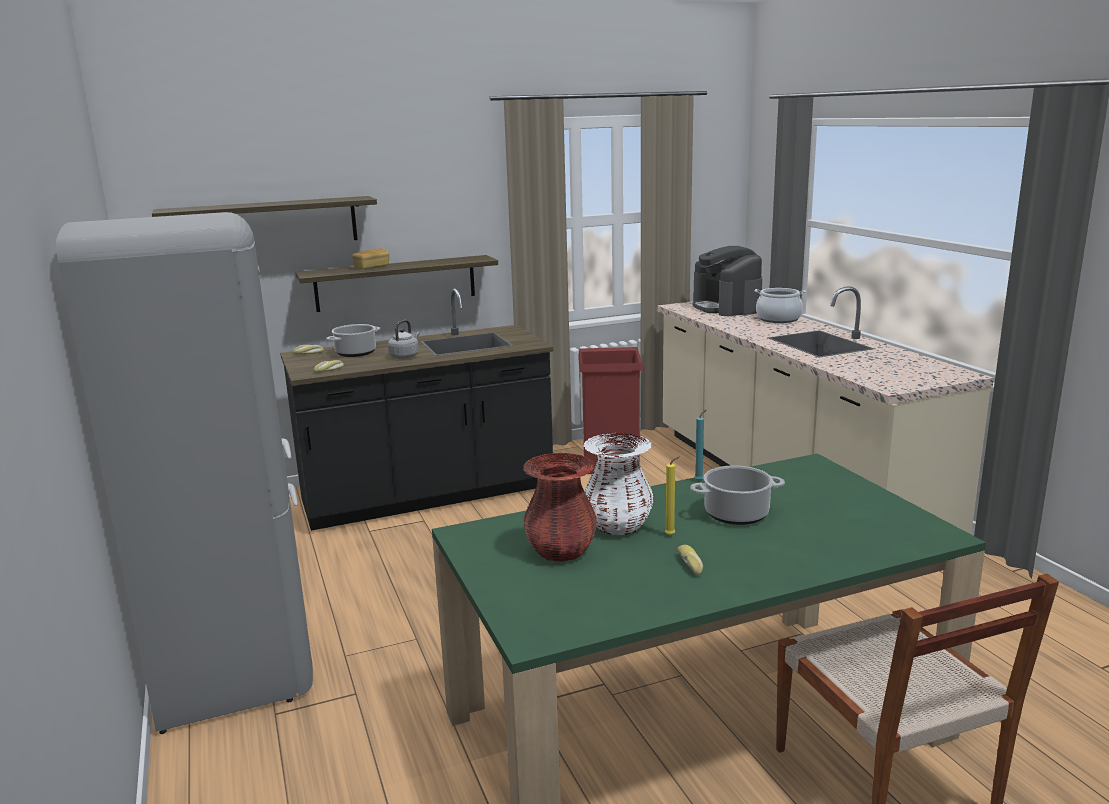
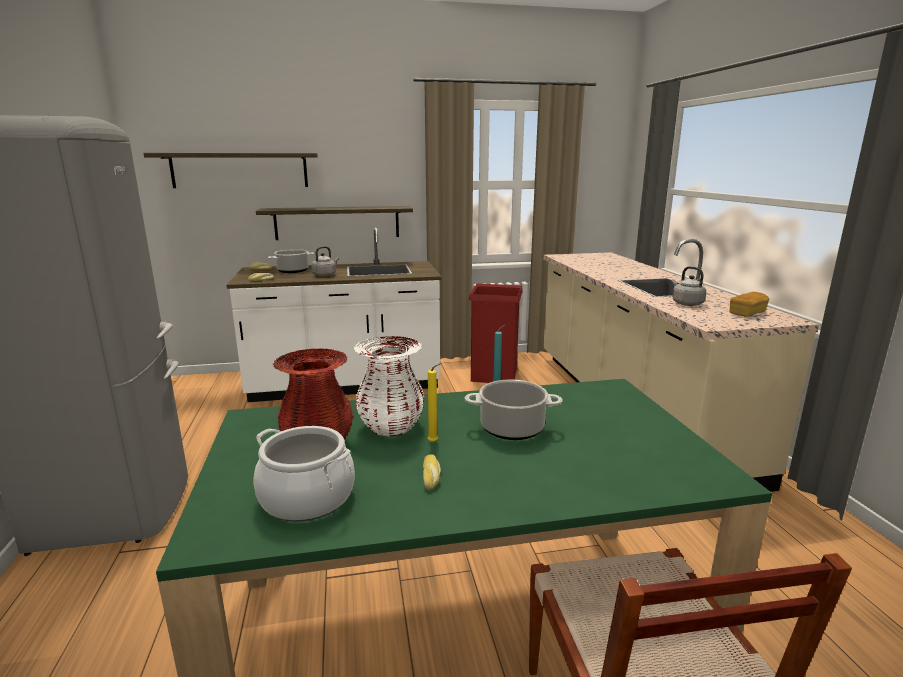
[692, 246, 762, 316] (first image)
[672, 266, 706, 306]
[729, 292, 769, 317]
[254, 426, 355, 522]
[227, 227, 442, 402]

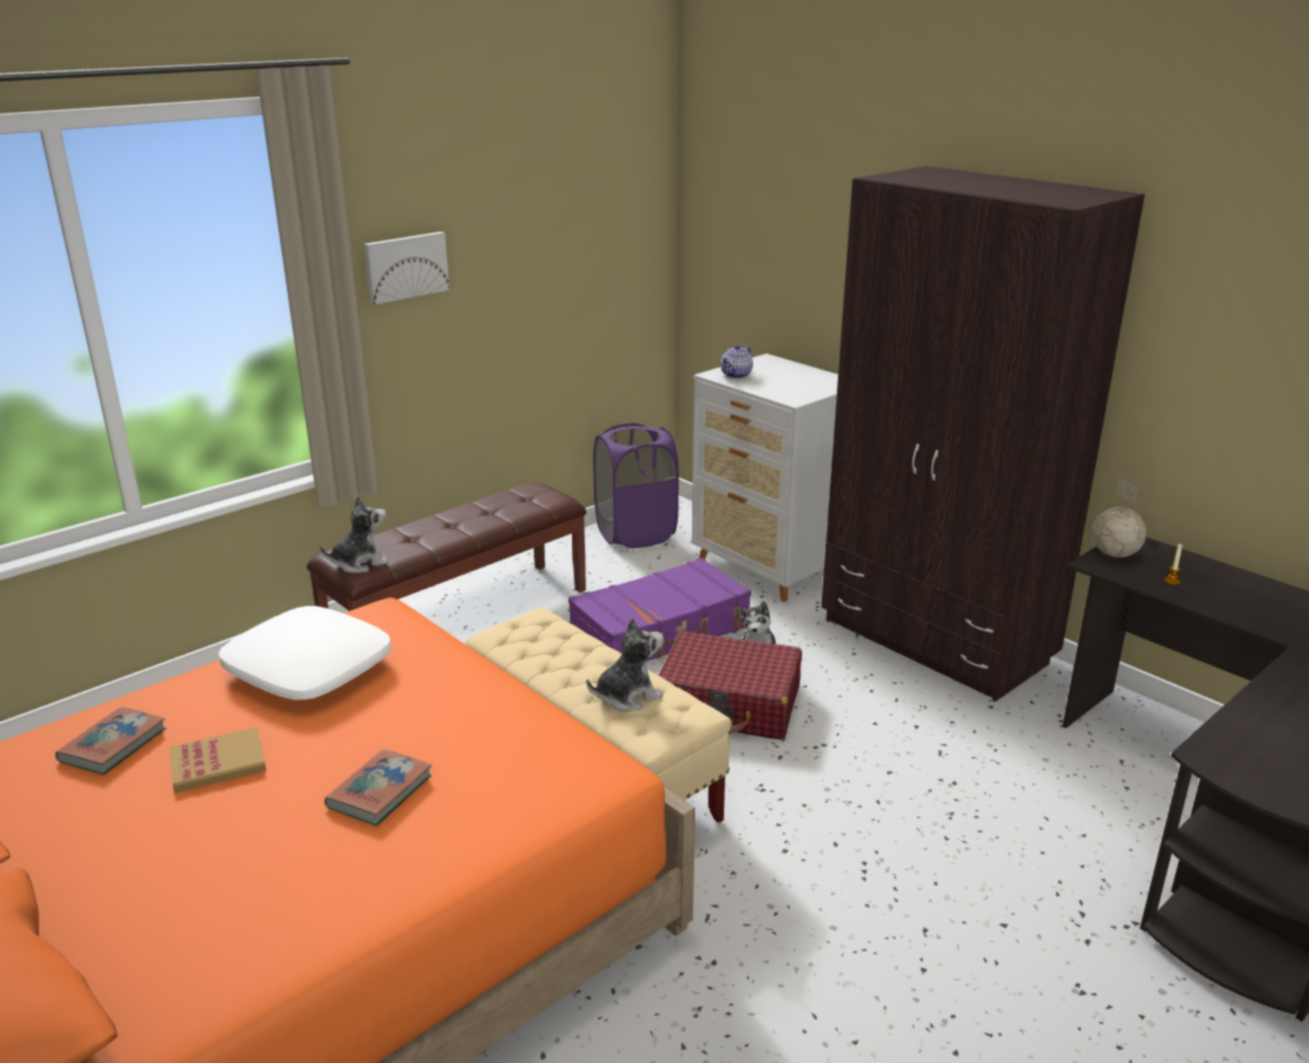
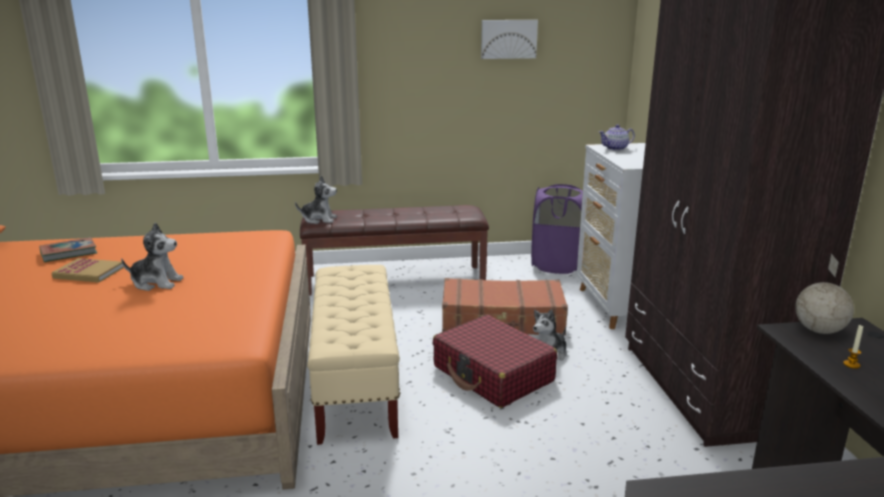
[219, 606, 391, 700] (first image)
[324, 749, 432, 826] (first image)
[481, 20, 538, 59]
[121, 222, 184, 291]
[442, 278, 568, 335]

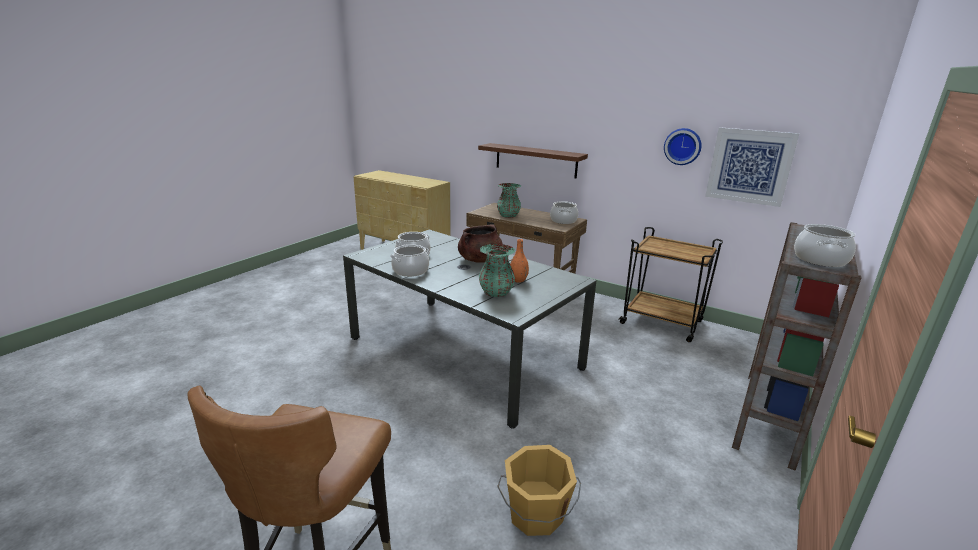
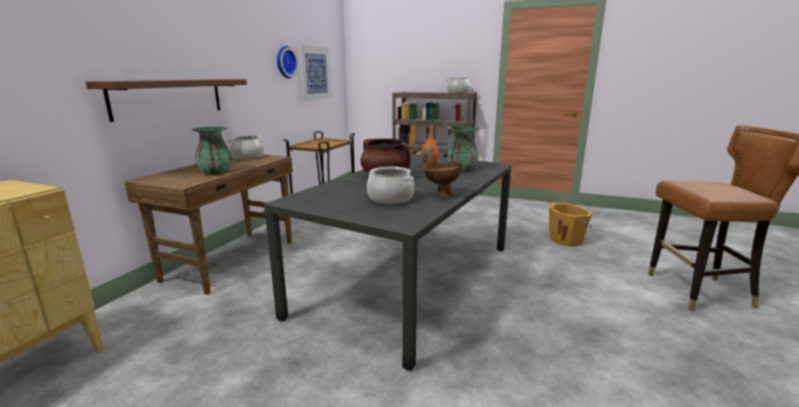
[422, 162, 463, 197]

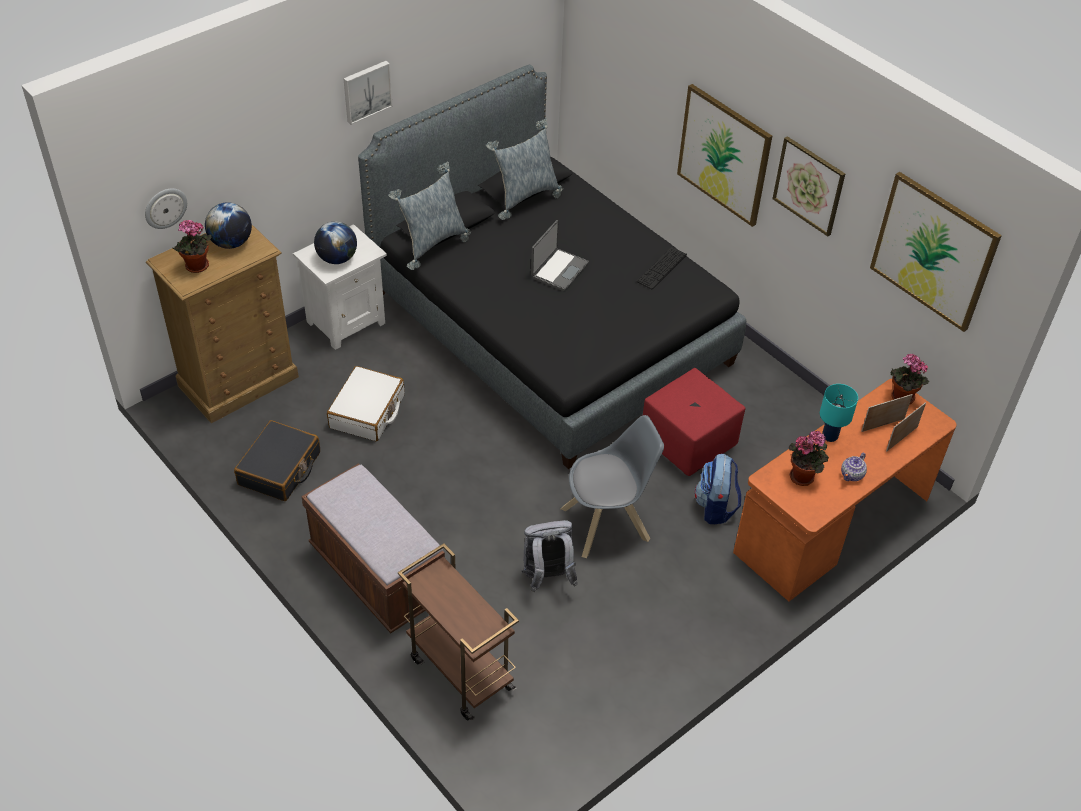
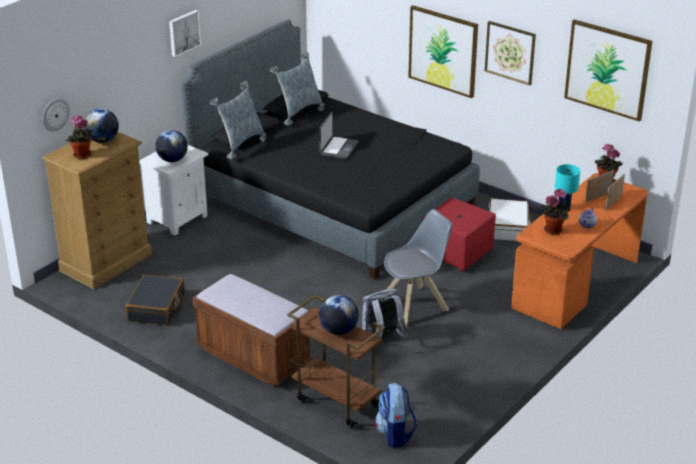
[319, 295, 359, 335]
[489, 199, 531, 241]
[375, 383, 417, 448]

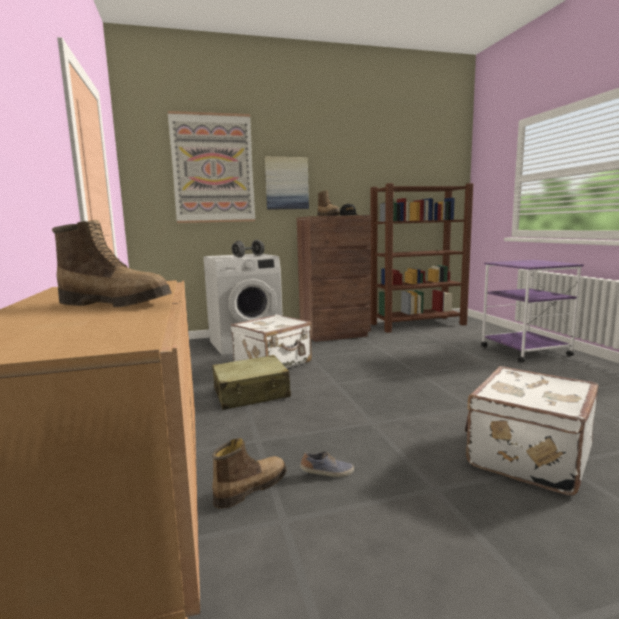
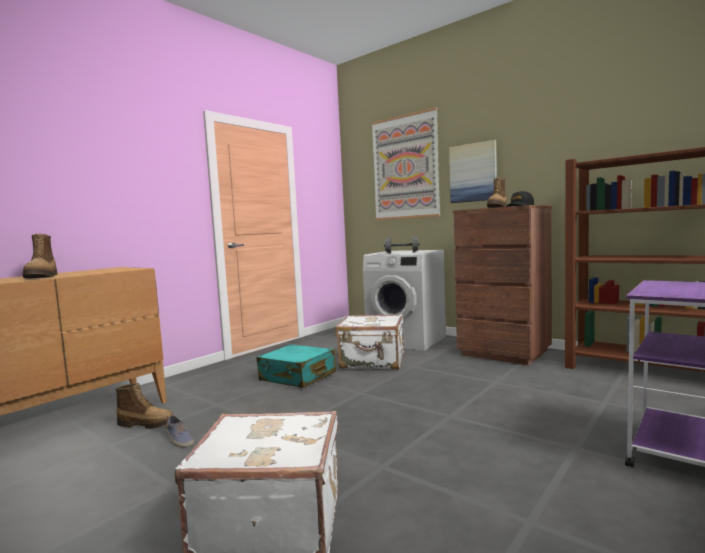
[257, 344, 336, 388]

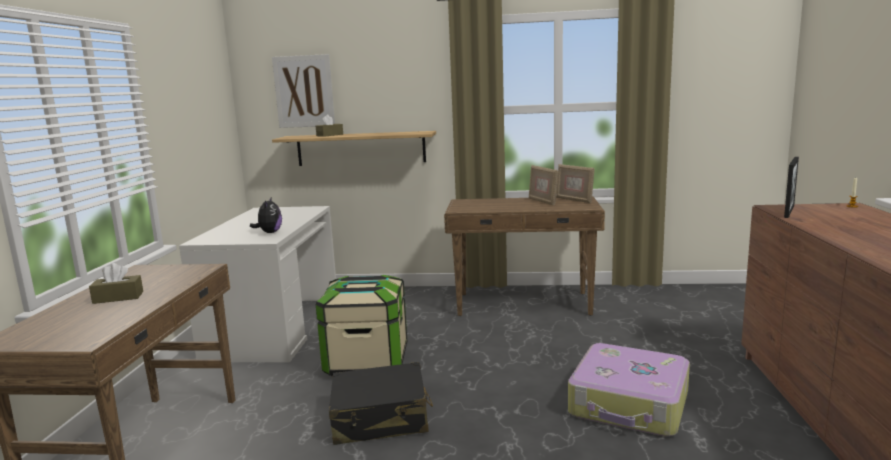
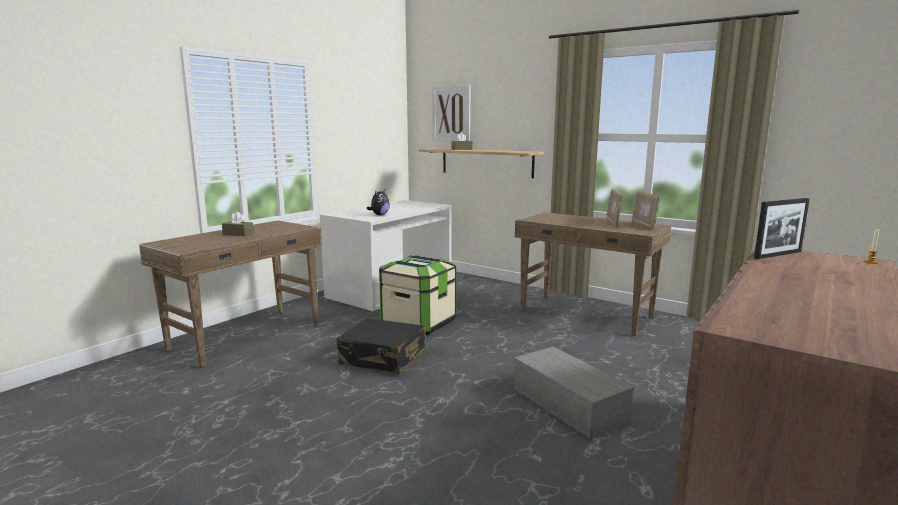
[514, 347, 634, 439]

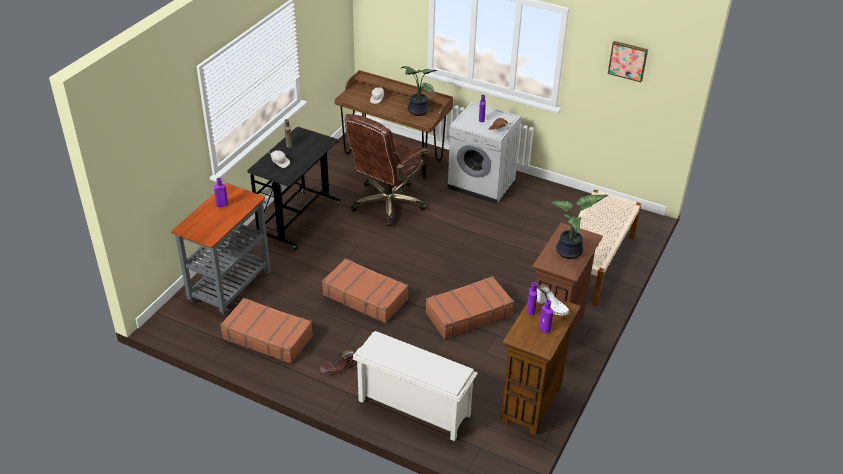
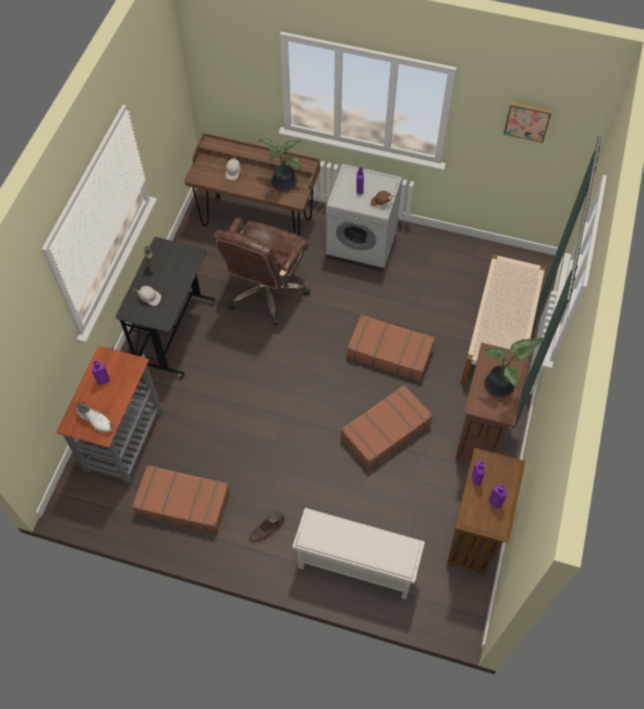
[347, 314, 435, 382]
[76, 402, 112, 433]

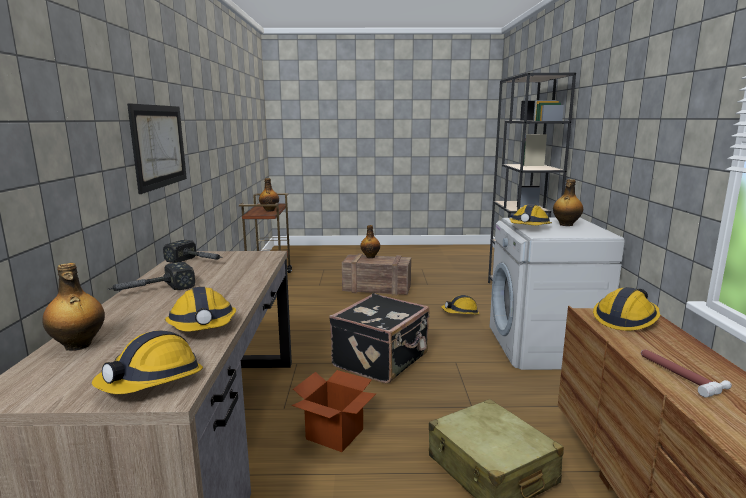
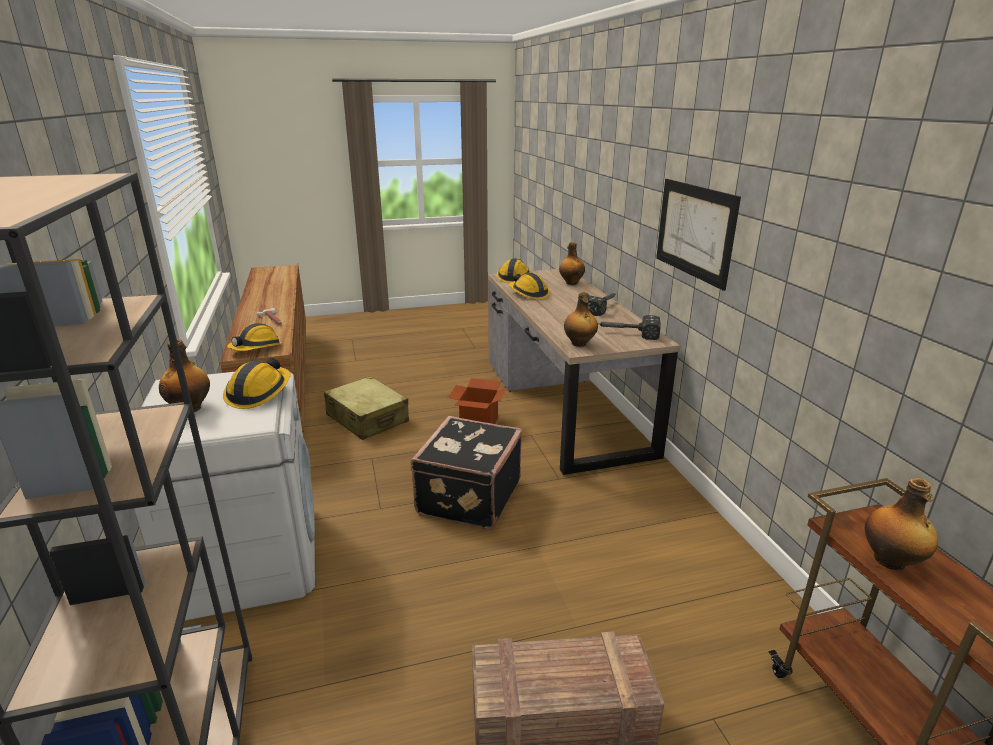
[441, 295, 479, 314] (first image)
[564, 292, 598, 347]

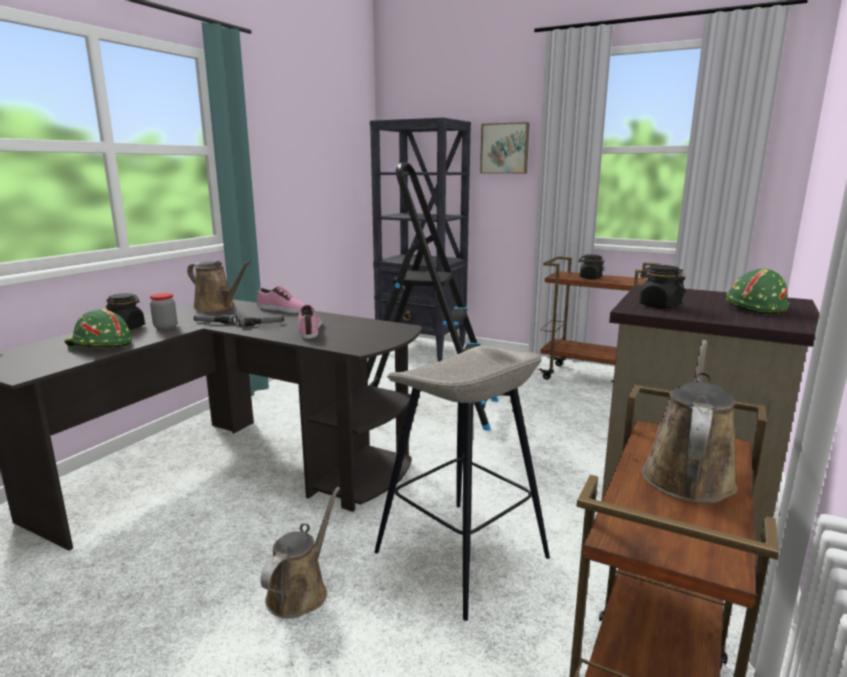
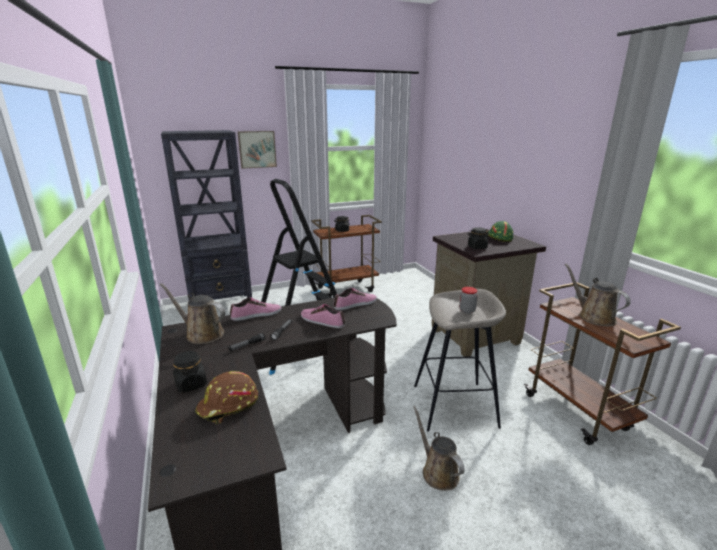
[334, 288, 377, 310]
[459, 287, 478, 314]
[196, 371, 258, 424]
[160, 283, 225, 344]

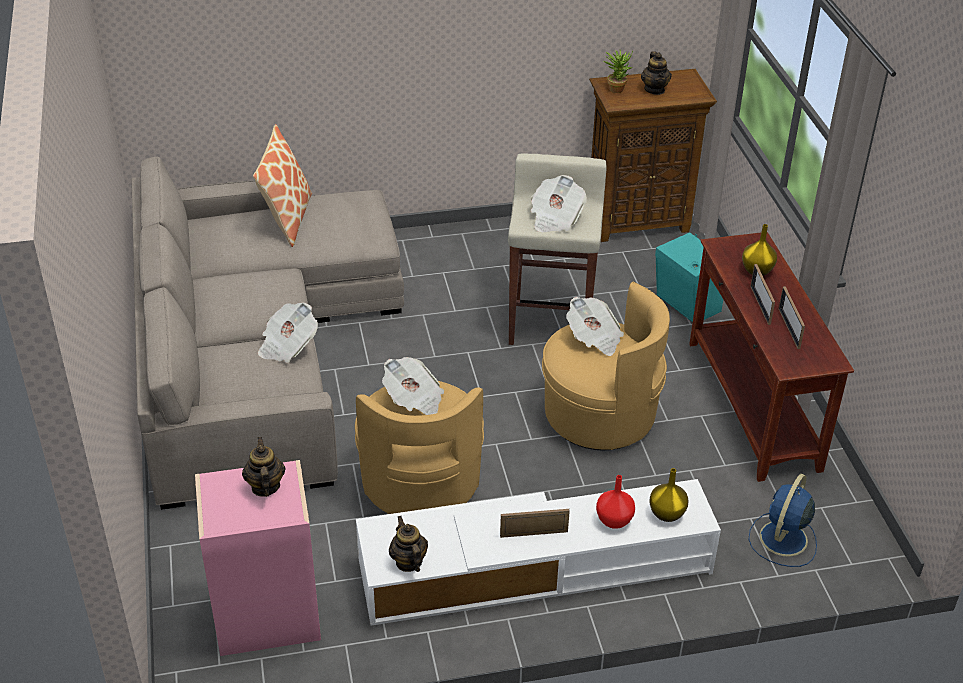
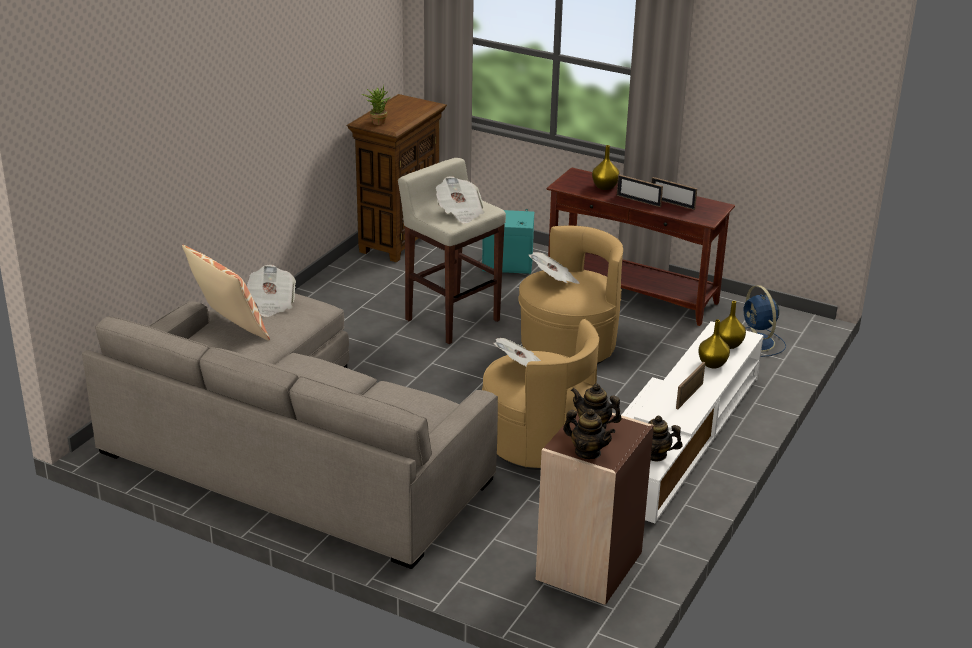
[247, 265, 296, 317]
[563, 409, 615, 459]
[536, 411, 654, 605]
[698, 319, 730, 368]

